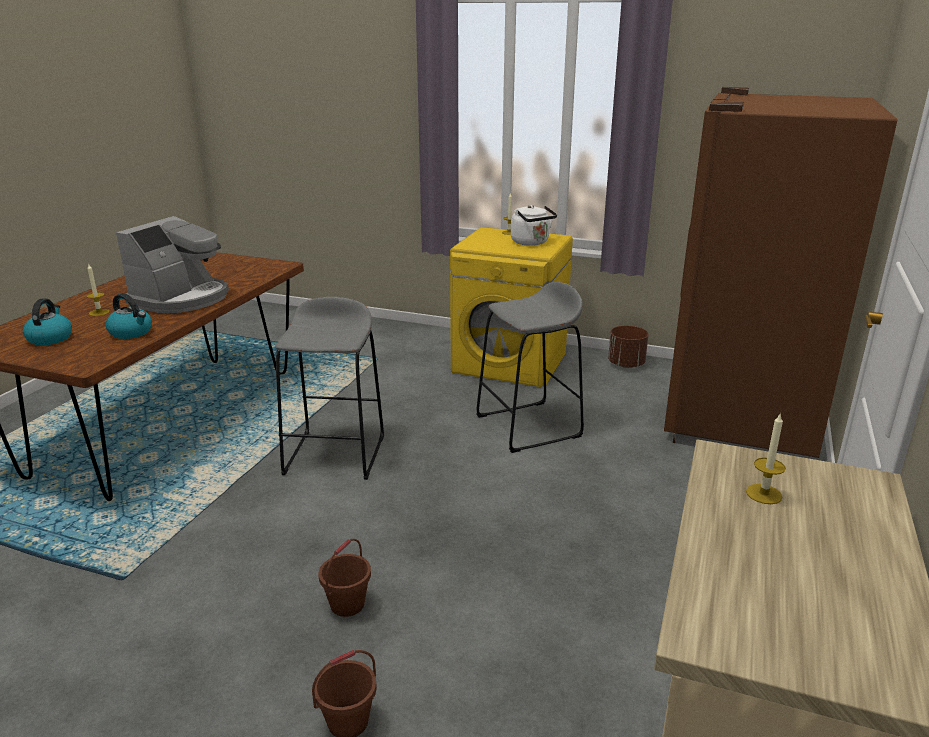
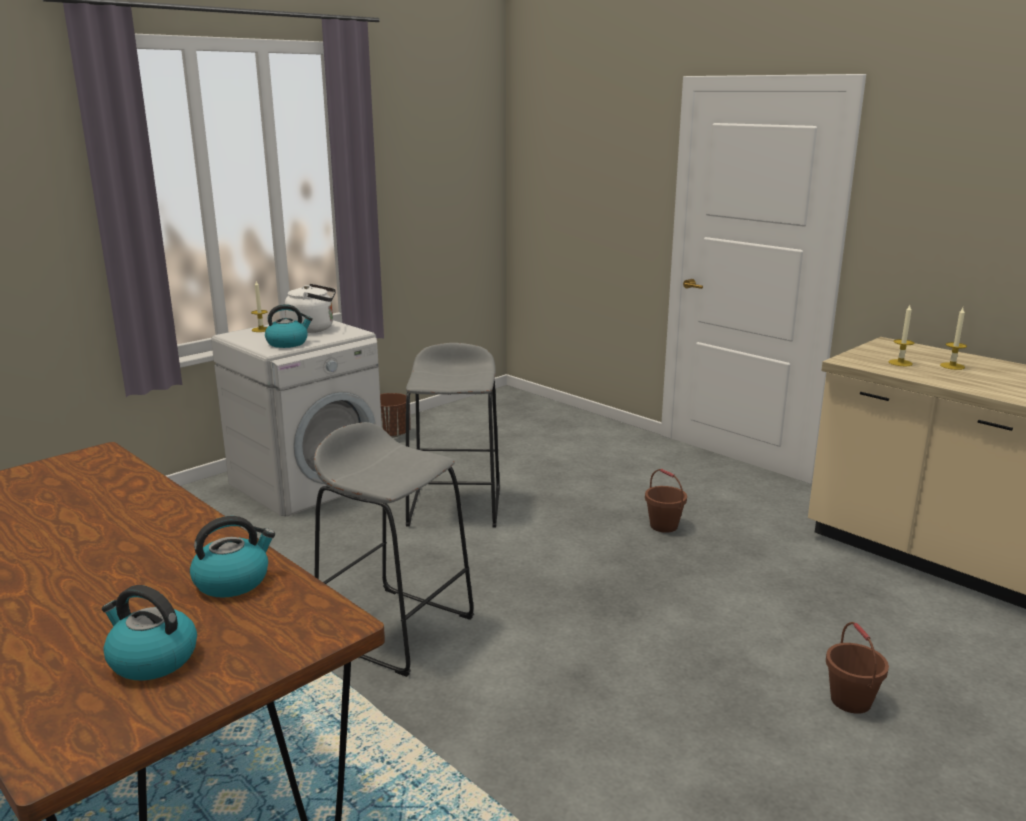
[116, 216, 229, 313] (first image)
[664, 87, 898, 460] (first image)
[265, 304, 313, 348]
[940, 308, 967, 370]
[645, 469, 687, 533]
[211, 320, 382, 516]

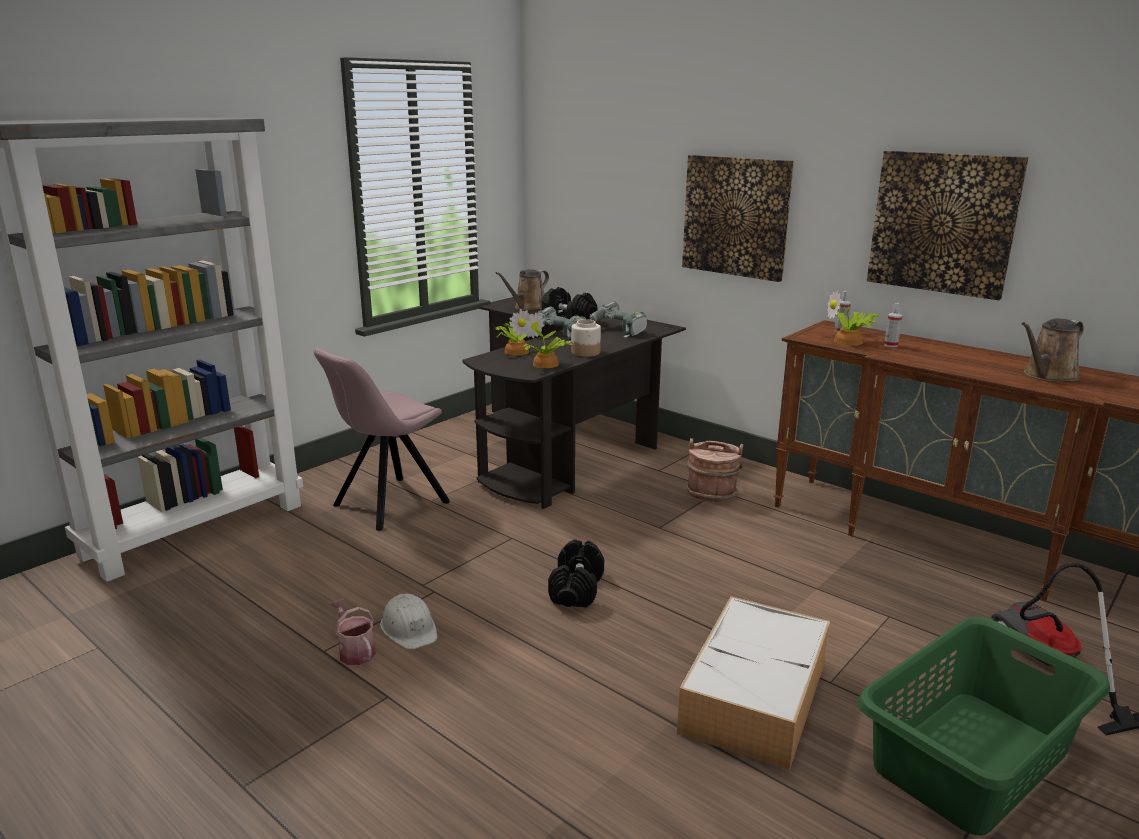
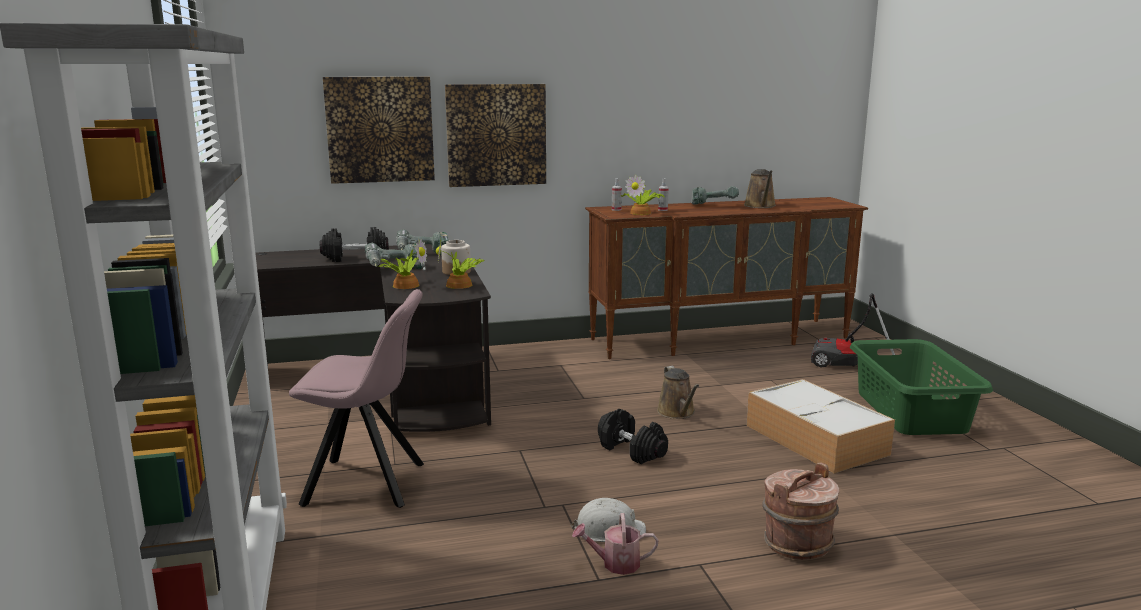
[691, 186, 739, 204]
[657, 366, 699, 419]
[762, 462, 839, 560]
[323, 77, 435, 184]
[289, 289, 424, 508]

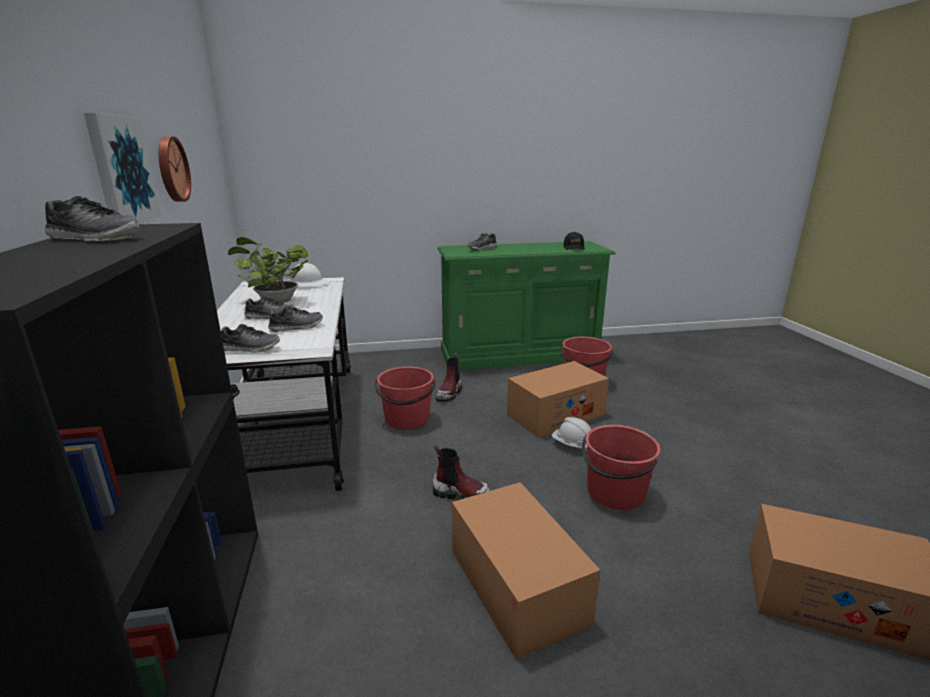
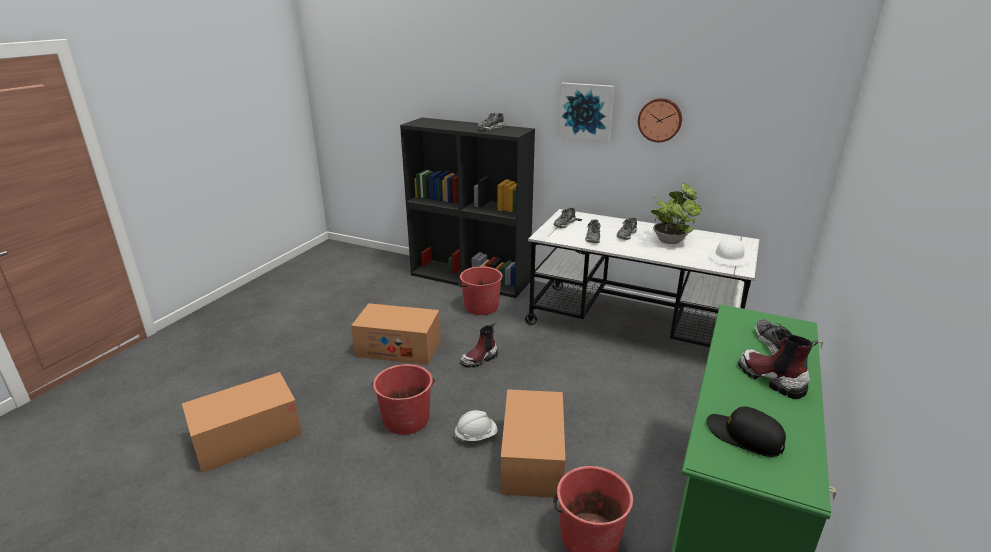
[459, 266, 503, 315]
[738, 334, 819, 399]

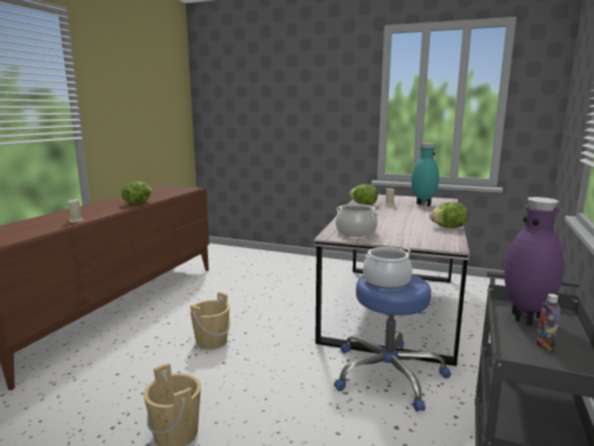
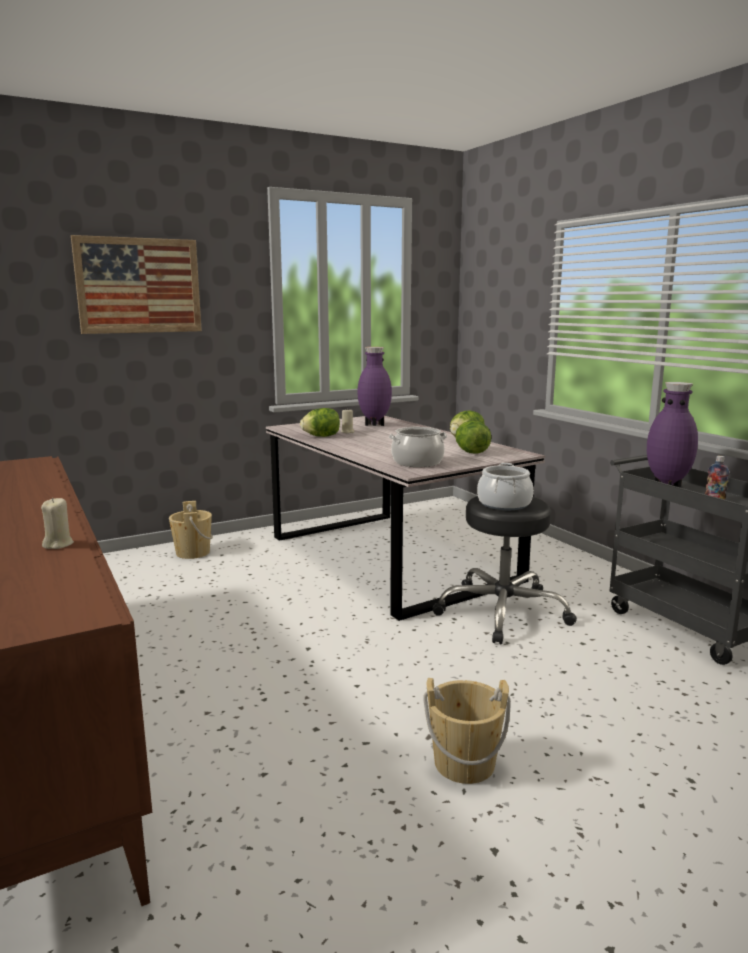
[71, 235, 202, 334]
[455, 421, 491, 454]
[169, 501, 213, 559]
[433, 496, 577, 644]
[357, 347, 392, 426]

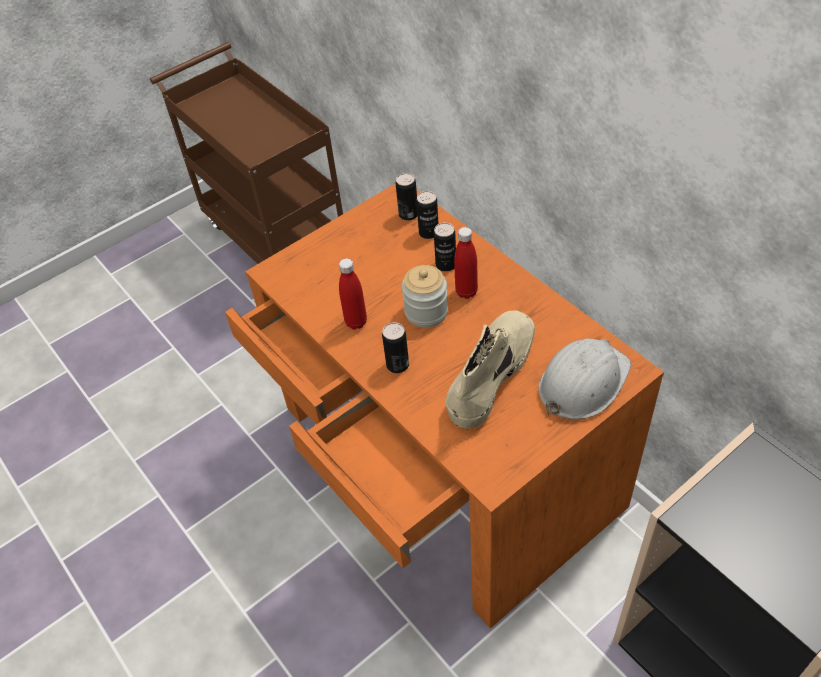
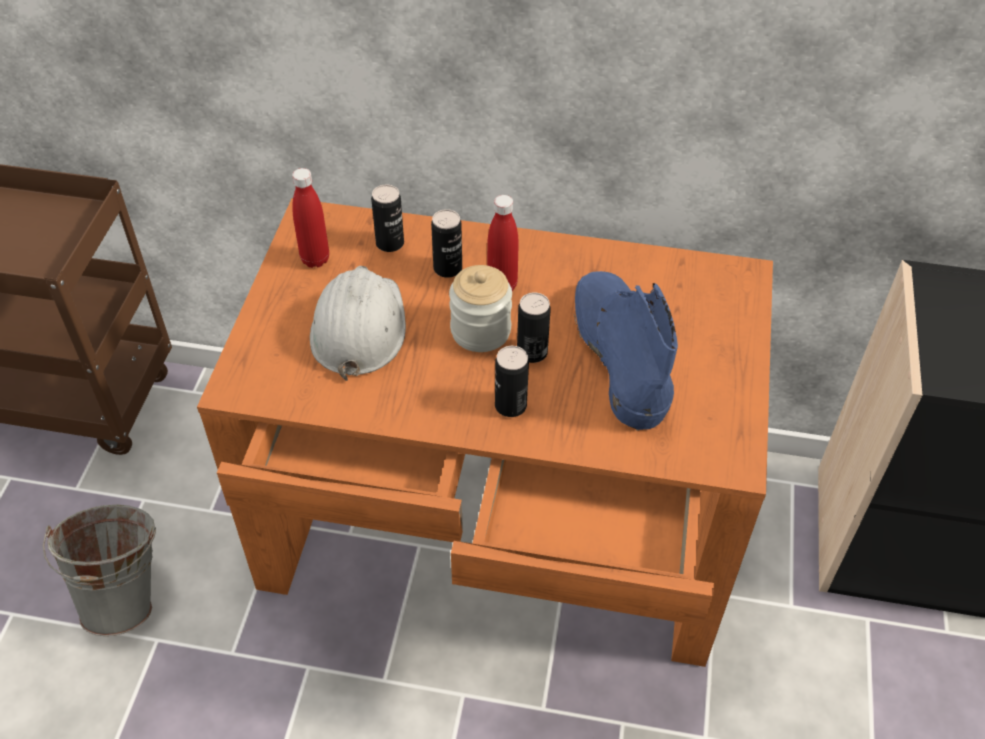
[43, 505, 156, 636]
[292, 168, 329, 268]
[517, 293, 551, 363]
[310, 266, 406, 381]
[574, 271, 678, 430]

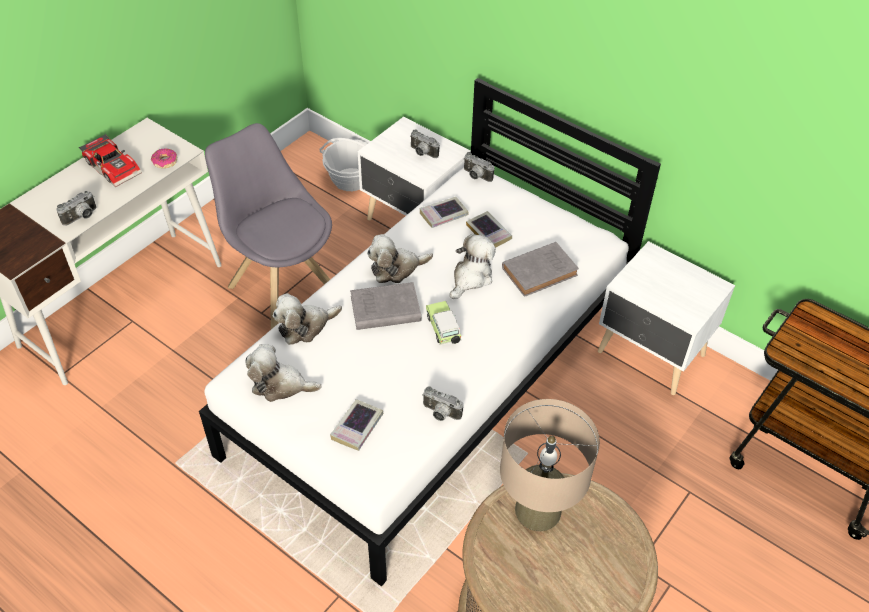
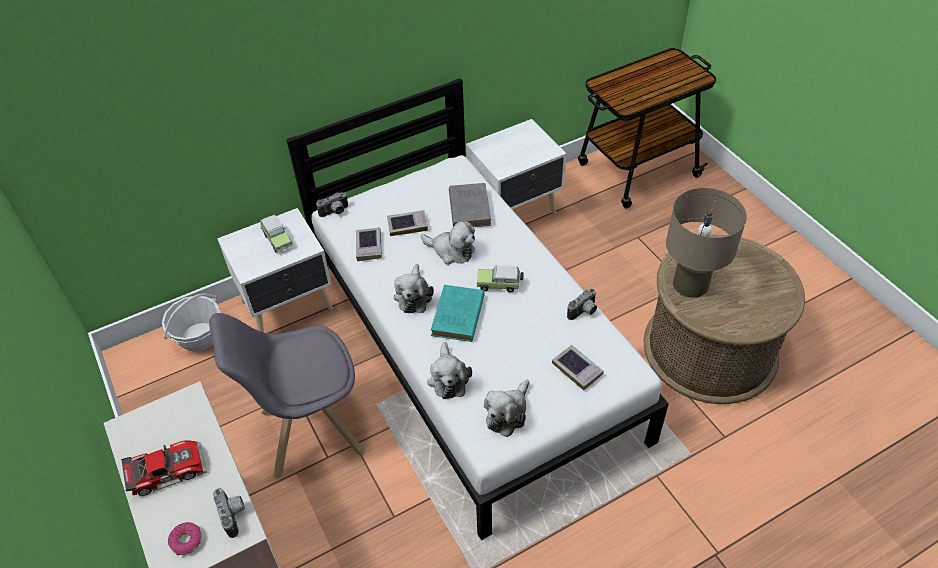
[168, 522, 202, 555]
[260, 215, 293, 253]
[431, 285, 485, 342]
[421, 221, 475, 265]

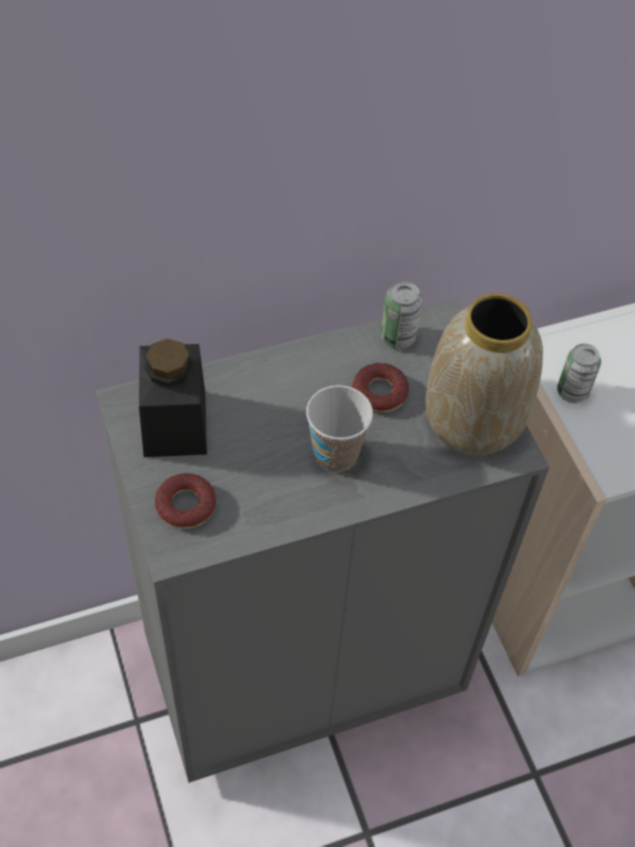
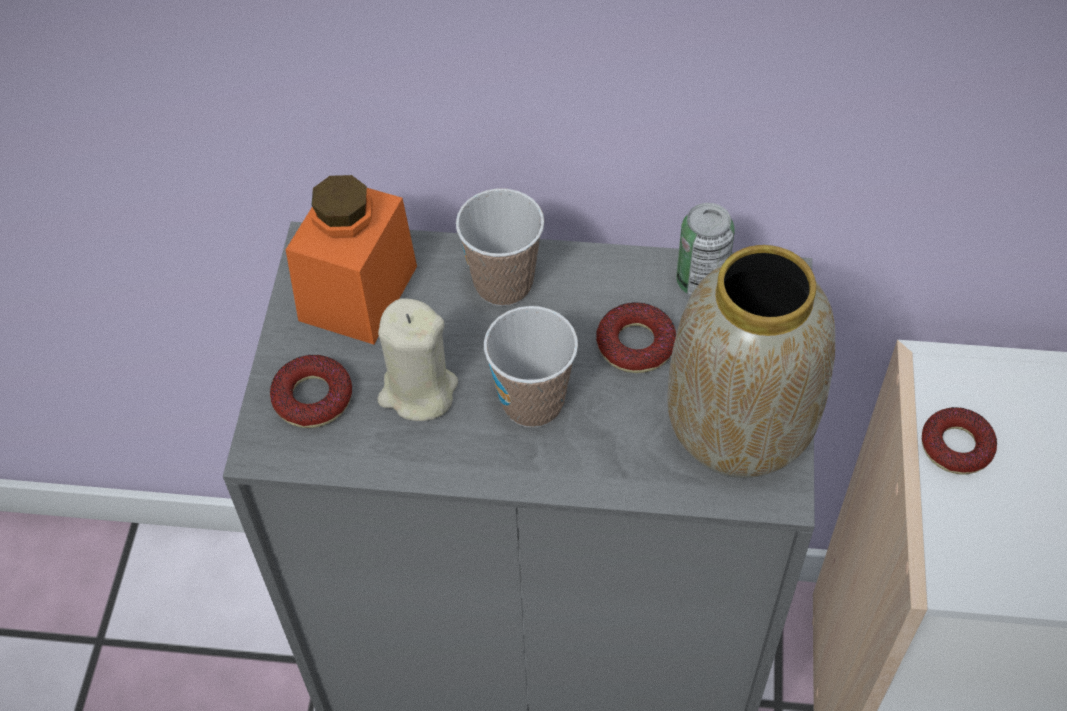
[378, 298, 458, 421]
[456, 189, 544, 306]
[922, 407, 997, 474]
[286, 175, 417, 345]

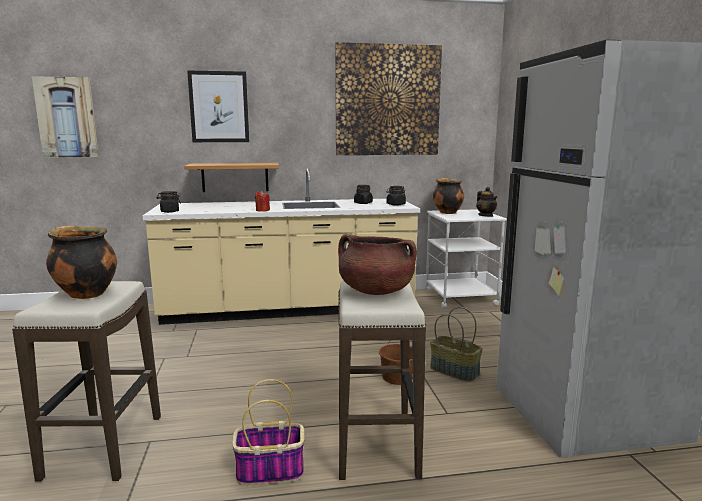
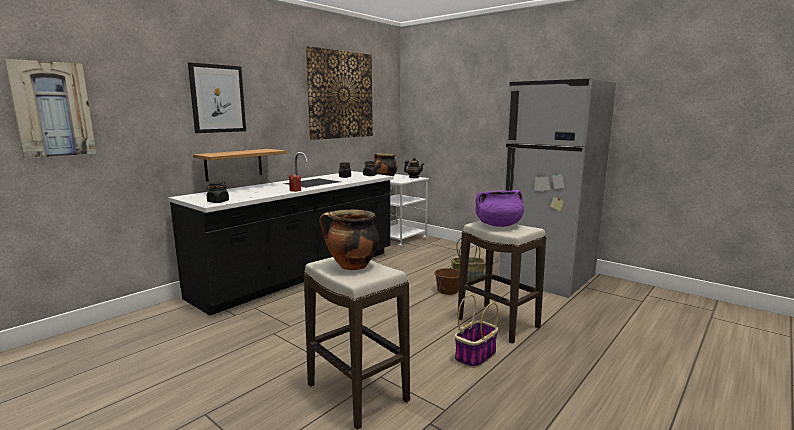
[168, 152, 394, 315]
[476, 190, 524, 227]

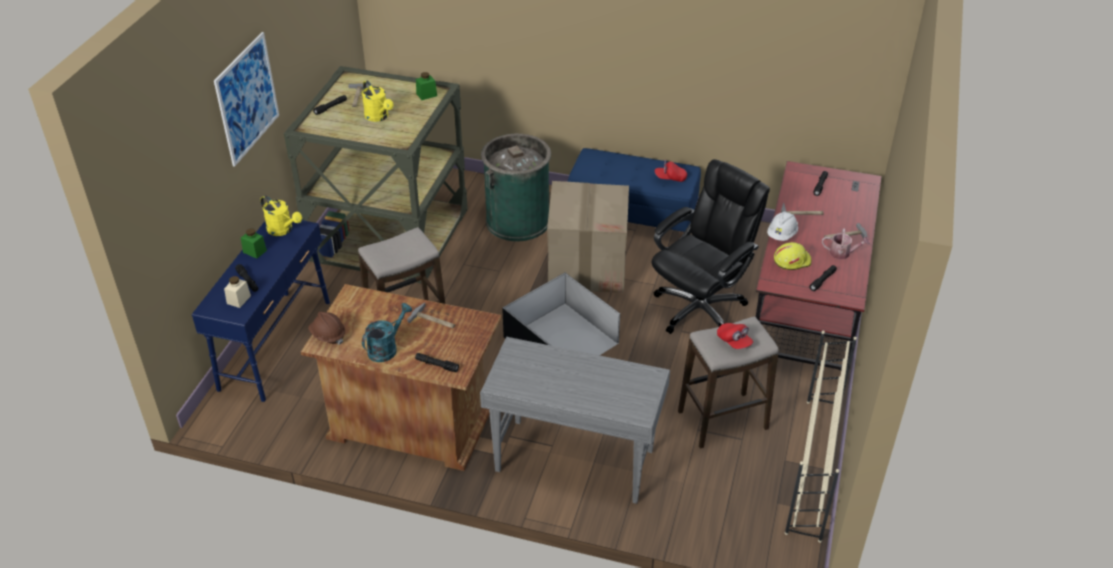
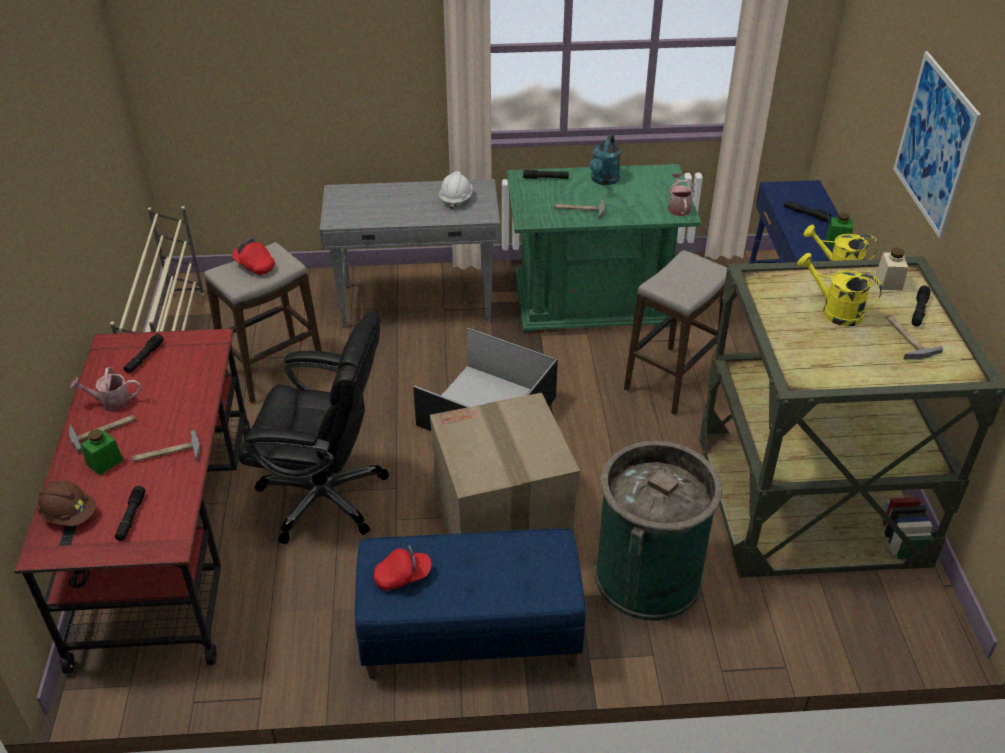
[774, 242, 812, 270] (first image)
[668, 173, 695, 216]
[876, 248, 908, 291]
[37, 481, 96, 526]
[81, 429, 123, 475]
[439, 171, 473, 210]
[507, 164, 701, 334]
[239, 312, 389, 544]

